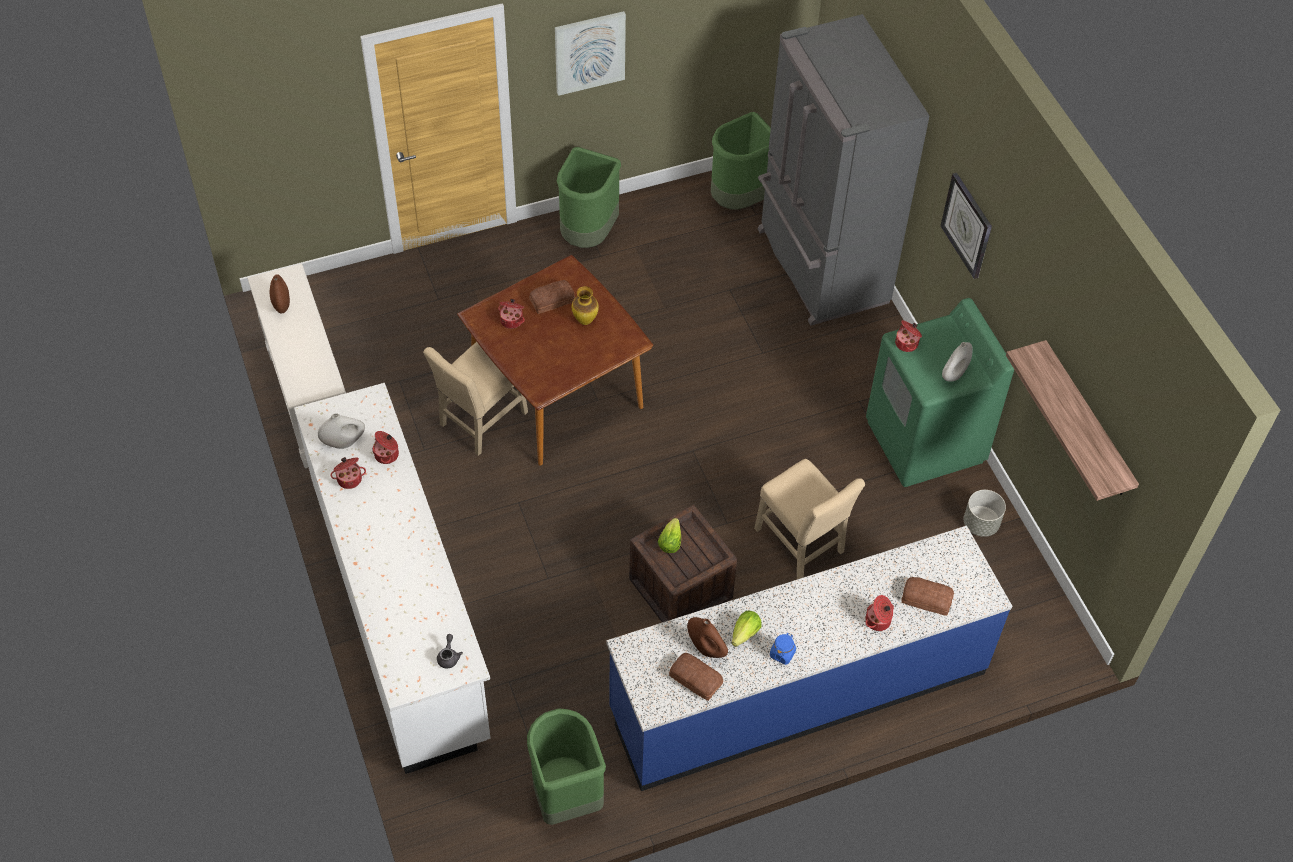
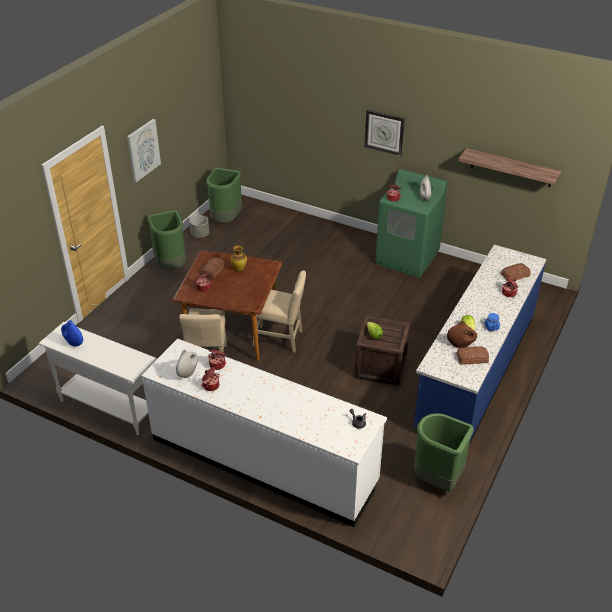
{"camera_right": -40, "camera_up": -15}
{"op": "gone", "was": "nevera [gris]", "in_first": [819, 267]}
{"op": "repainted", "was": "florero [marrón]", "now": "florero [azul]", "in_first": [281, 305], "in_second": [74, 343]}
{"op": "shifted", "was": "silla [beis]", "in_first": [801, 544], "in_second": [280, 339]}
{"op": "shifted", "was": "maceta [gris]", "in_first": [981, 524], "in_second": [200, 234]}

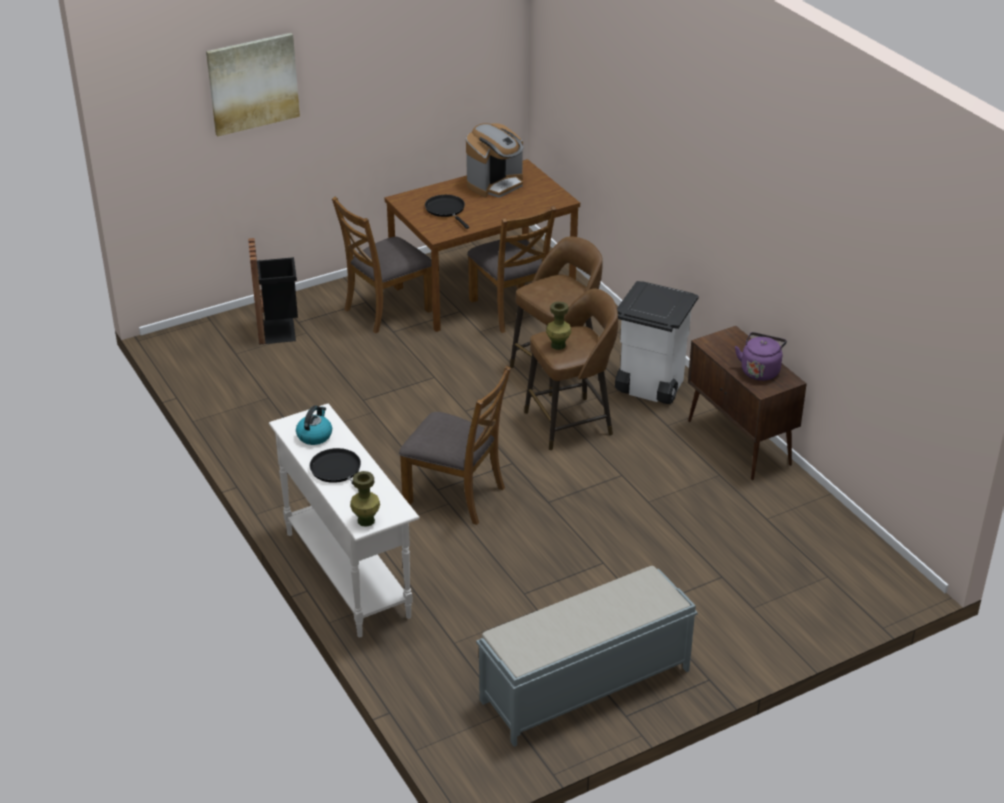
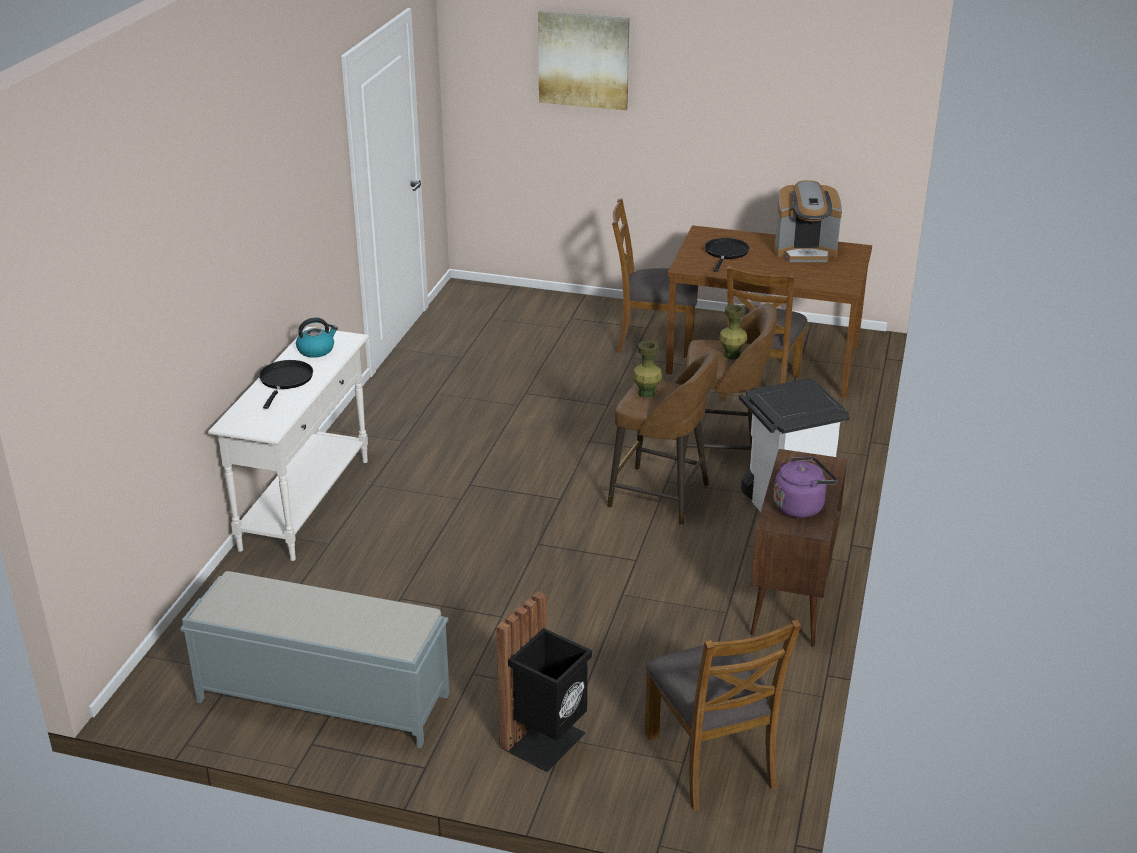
{"camera_right": 45, "camera_up": -5}
{"op": "shifted", "was": "papelera [negro]", "in_first": [278, 330], "in_second": [546, 741]}
{"op": "shifted", "was": "silla [marrón]", "in_first": [456, 495], "in_second": [712, 760]}
{"op": "shifted", "was": "florero [verde]", "in_first": [366, 520], "in_second": [732, 355]}

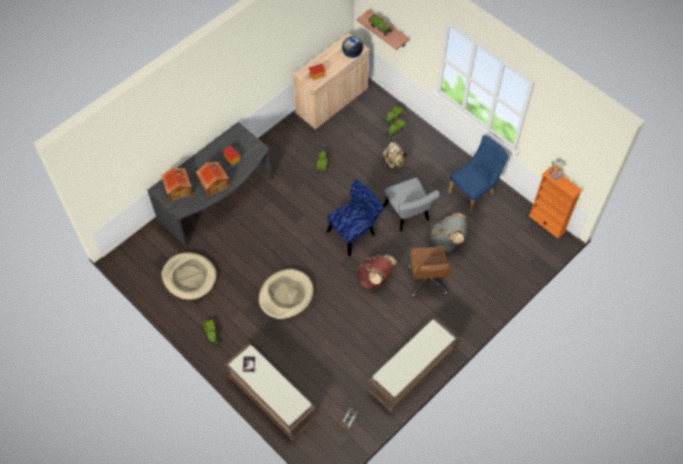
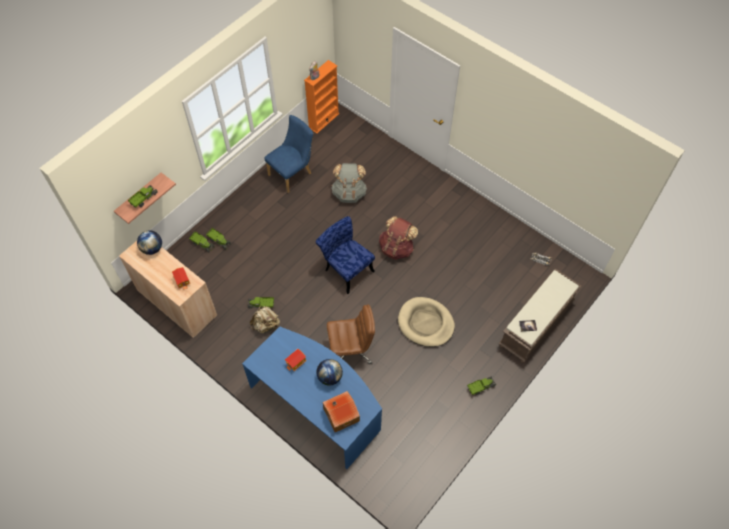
{"camera_right": -95, "camera_up": 0}
{"op": "repainted", "was": "escritorio [gris]", "now": "escritorio [azul]", "in_first": [217, 201], "in_second": [317, 405]}
{"op": "rotated", "was": "silla [azul]", "in_first": [474, 192], "in_second": [293, 173], "clockwise": 90}
{"op": "shifted", "was": "mochila [beis]", "in_first": [393, 163], "in_second": [266, 325]}
{"op": "swapped", "was": "casita", "now": "globo terráqueo", "in_first": [214, 182], "in_second": [329, 377]}
{"op": "gone", "was": "silla [gris]", "in_first": [408, 216]}
{"op": "shifted", "was": "silla de oficina [marrón]", "in_first": [427, 281], "in_second": [351, 349]}
{"op": "gone", "was": "cama para perro [beis]", "in_first": [189, 277]}
{"op": "gone", "was": "banco [marrón]", "in_first": [411, 373]}

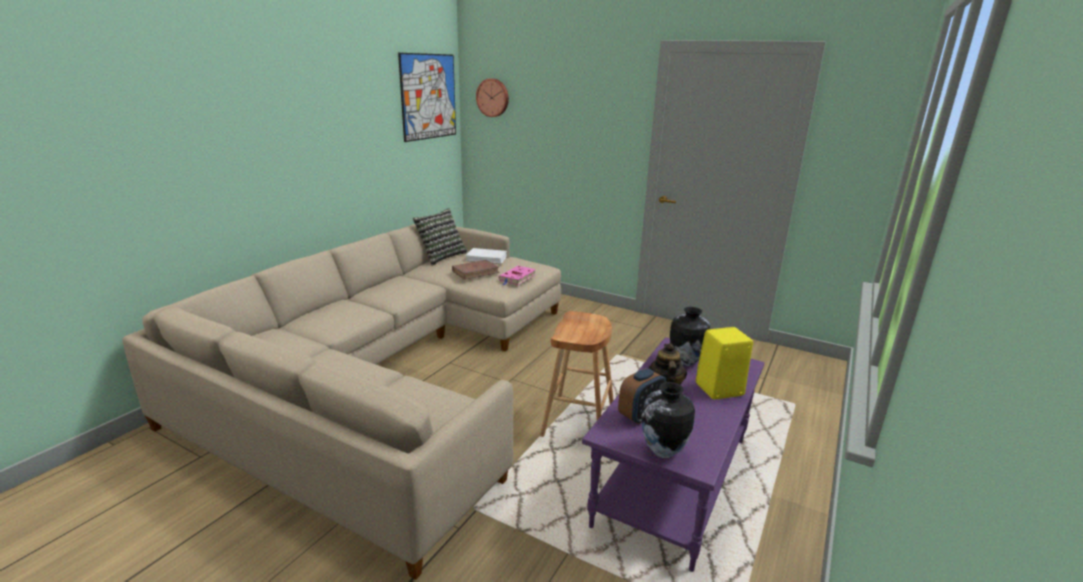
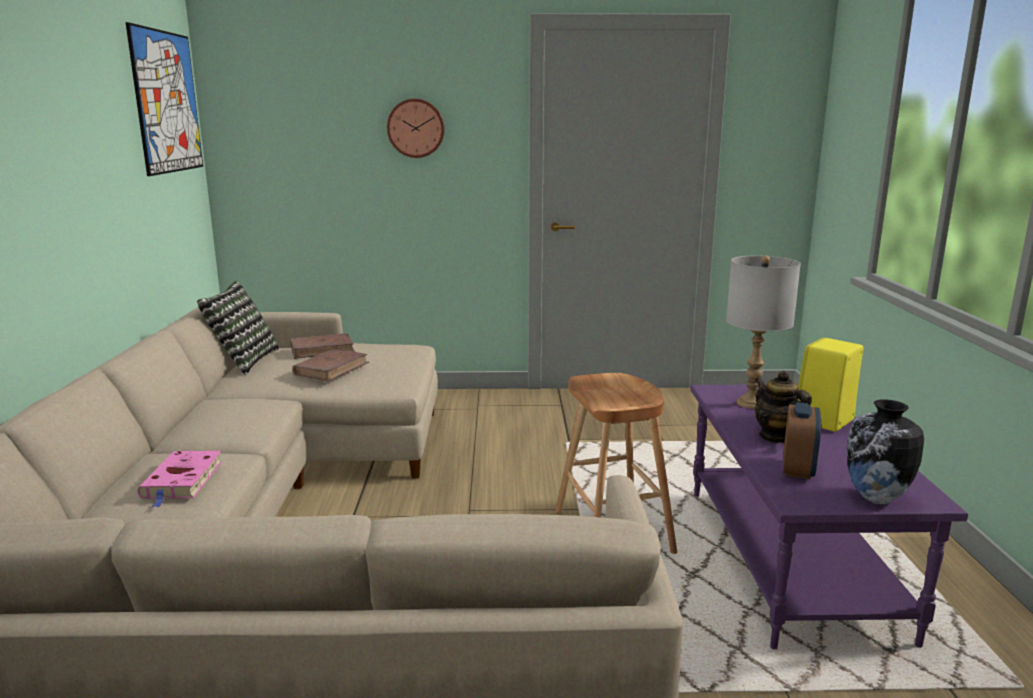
{"camera_right": -30, "camera_up": -5}
{"op": "shifted", "was": "reloj de pared", "in_first": [493, 97], "in_second": [416, 128]}
{"op": "repainted", "was": "libro [blanco]", "now": "libro [marrón]", "in_first": [486, 258], "in_second": [322, 349]}
{"op": "shifted", "was": "libro [rosa]", "in_first": [517, 278], "in_second": [182, 481]}
{"op": "swapped", "was": "florero", "now": "lámpara de mesa [gris]", "in_first": [685, 361], "in_second": [750, 403]}

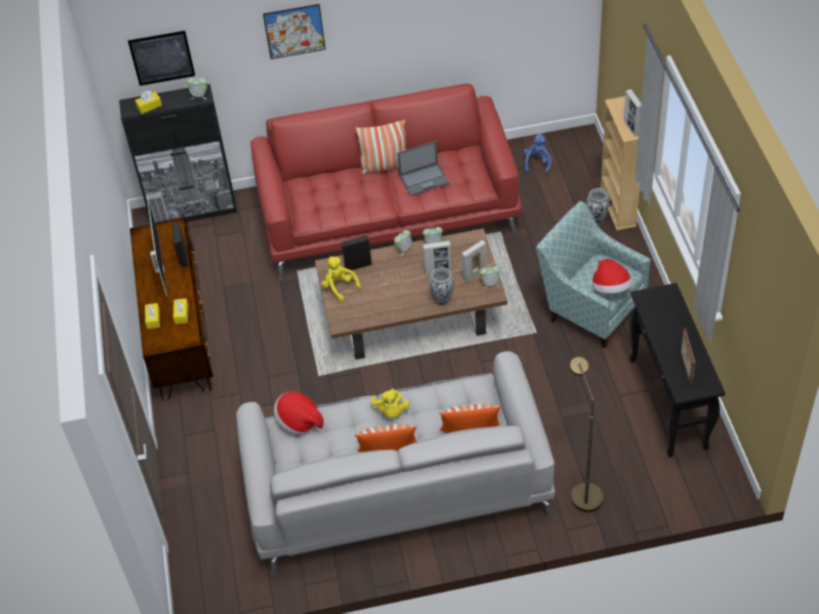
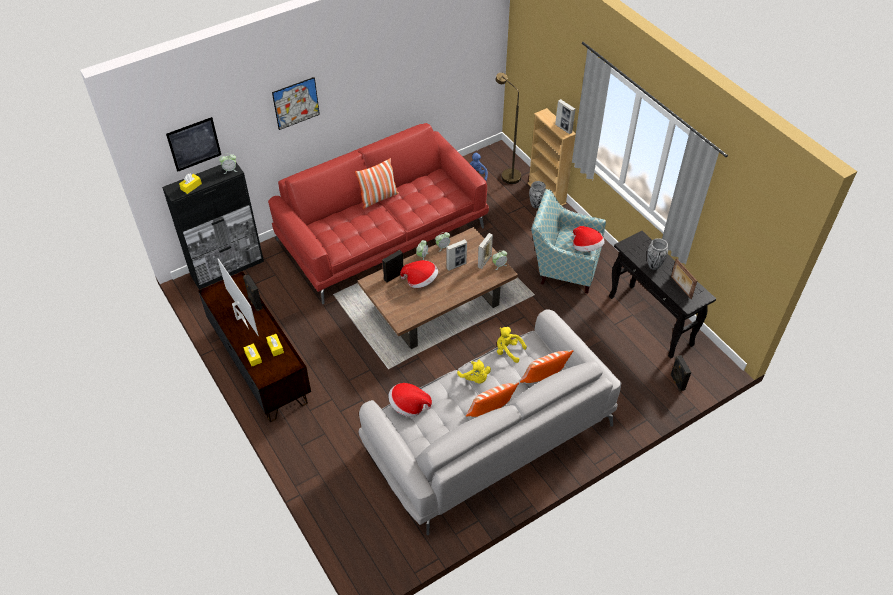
{"camera_right": -25, "camera_up": 0}
{"op": "gone", "was": "portátil", "in_first": [424, 179]}
{"op": "shifted", "was": "peluche [amarillo]", "in_first": [339, 287], "in_second": [508, 351]}
{"op": "shifted", "was": "florero", "in_first": [442, 299], "in_second": [653, 265]}
{"op": "shifted", "was": "lámpara de pie [marrón]", "in_first": [583, 491], "in_second": [507, 174]}
{"op": "new", "now": "sombrero", "in_second": [420, 281]}
{"op": "new", "now": "altavoz [negro]", "in_second": [676, 382]}

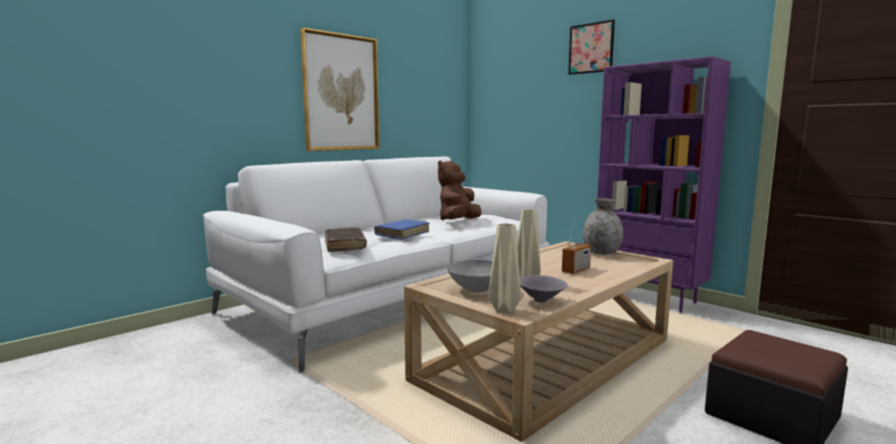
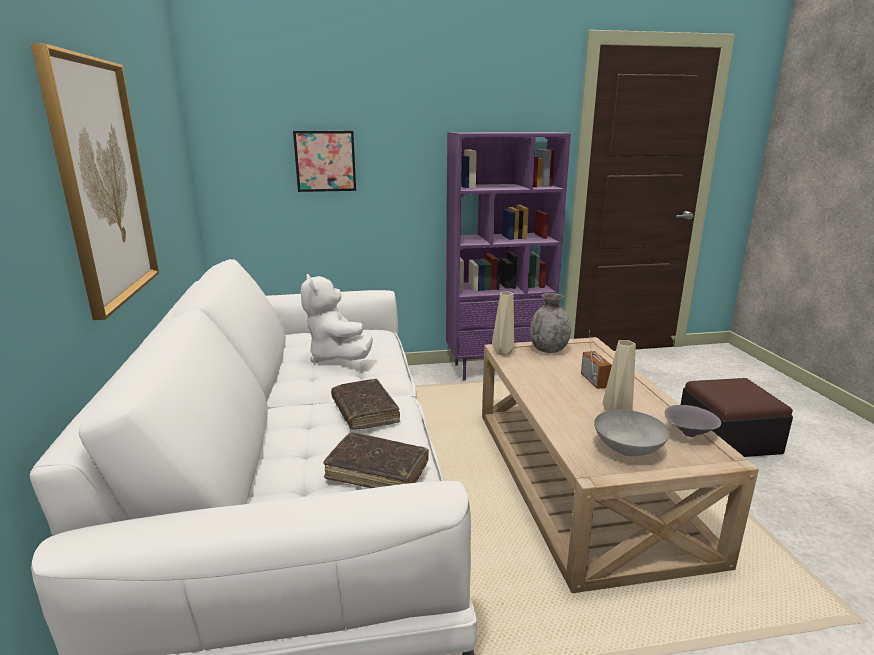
{"camera_right": -55, "camera_up": 10}
{"op": "shifted", "was": "cuadro", "in_first": [591, 48], "in_second": [325, 161]}
{"op": "repainted", "was": "peluche [marrón]", "now": "peluche [blanco]", "in_first": [458, 221], "in_second": [337, 357]}
{"op": "repainted", "was": "libro [azul]", "now": "libro [marrón]", "in_first": [402, 235], "in_second": [364, 411]}
{"op": "shifted", "was": "florero [beis]", "in_first": [503, 309], "in_second": [502, 353]}

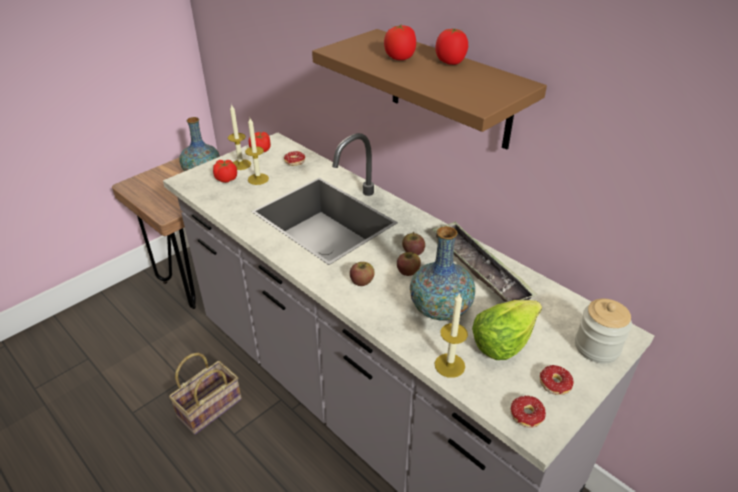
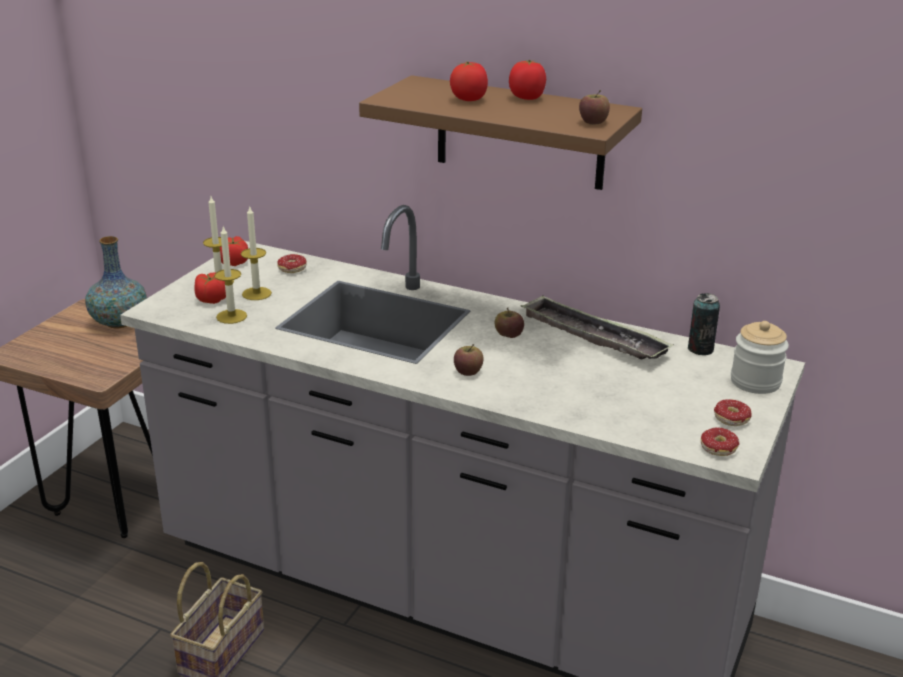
{"camera_right": -20, "camera_up": -10}
{"op": "gone", "was": "florero", "in_first": [440, 309]}
{"op": "shifted", "was": "manzana", "in_first": [408, 271], "in_second": [593, 122]}
{"op": "shifted", "was": "vela", "in_first": [449, 365], "in_second": [231, 316]}
{"op": "gone", "was": "lechuga", "in_first": [503, 340]}
{"op": "new", "now": "lata", "in_second": [700, 349]}

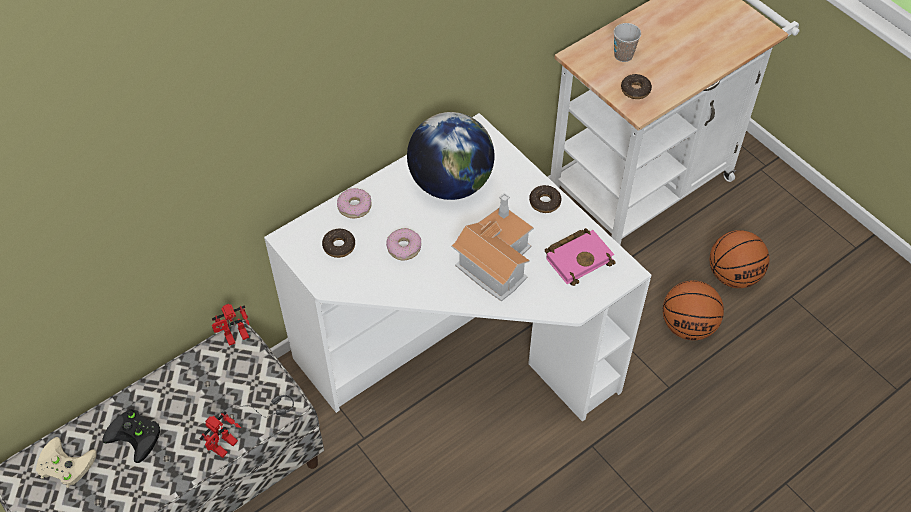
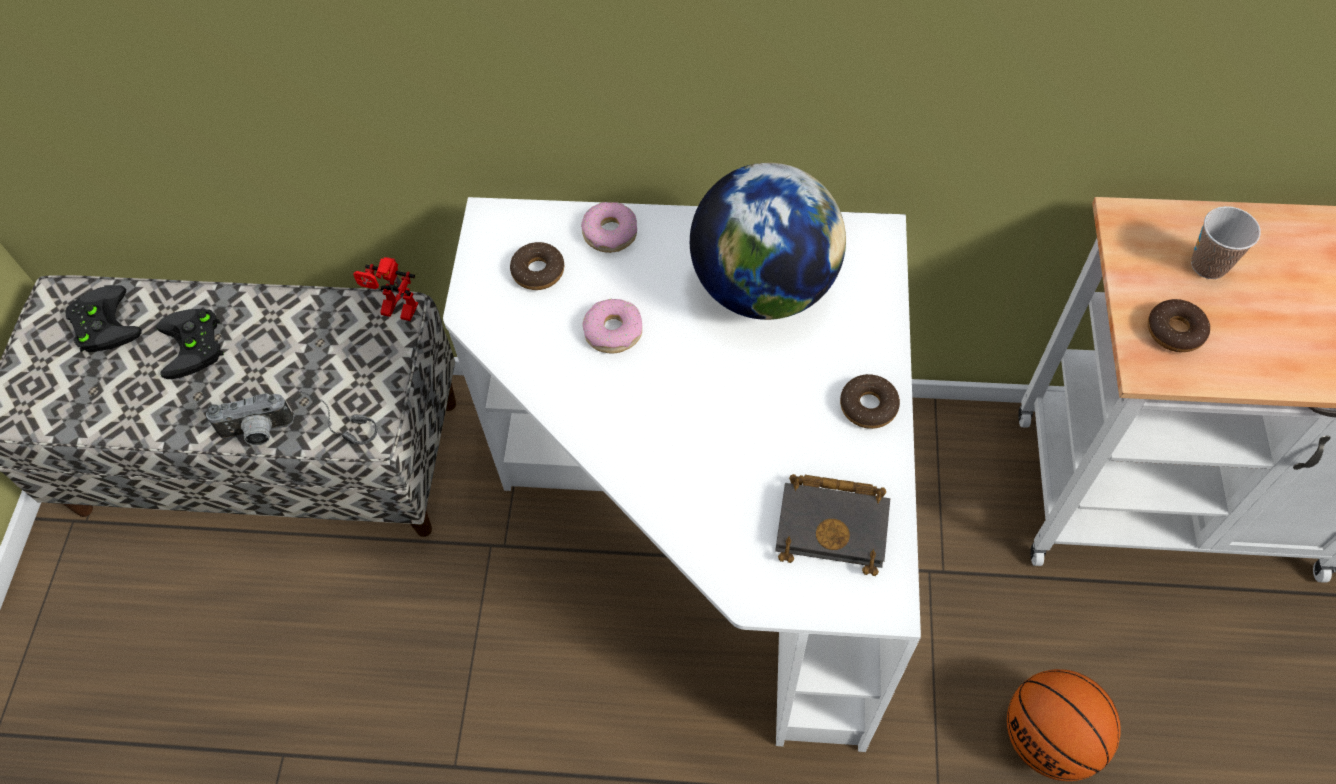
{"camera_right": 45, "camera_up": 5}
{"op": "gone", "was": "casita", "in_first": [495, 260]}
{"op": "repainted", "was": "libro [rosa]", "now": "libro [negro]", "in_first": [579, 257], "in_second": [835, 525]}
{"op": "gone", "was": "balón de baloncesto", "in_first": [733, 275]}
{"op": "swapped", "was": "robot de juguete", "now": "cámara", "in_first": [225, 448], "in_second": [257, 433]}
{"op": "repainted", "was": "mando de consola [beis]", "now": "mando de consola [negro]", "in_first": [63, 465], "in_second": [101, 323]}

